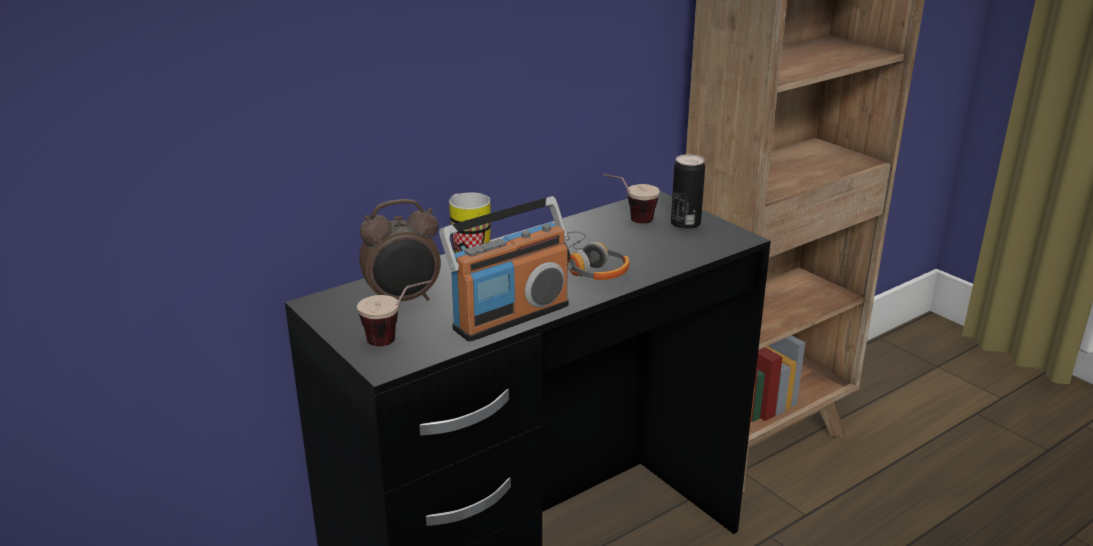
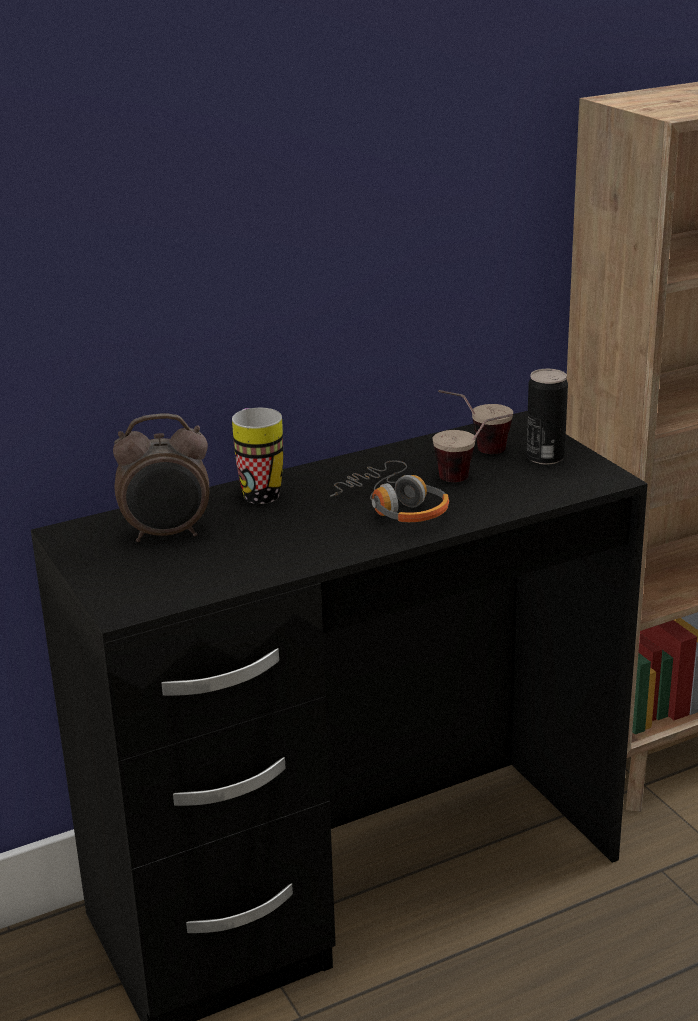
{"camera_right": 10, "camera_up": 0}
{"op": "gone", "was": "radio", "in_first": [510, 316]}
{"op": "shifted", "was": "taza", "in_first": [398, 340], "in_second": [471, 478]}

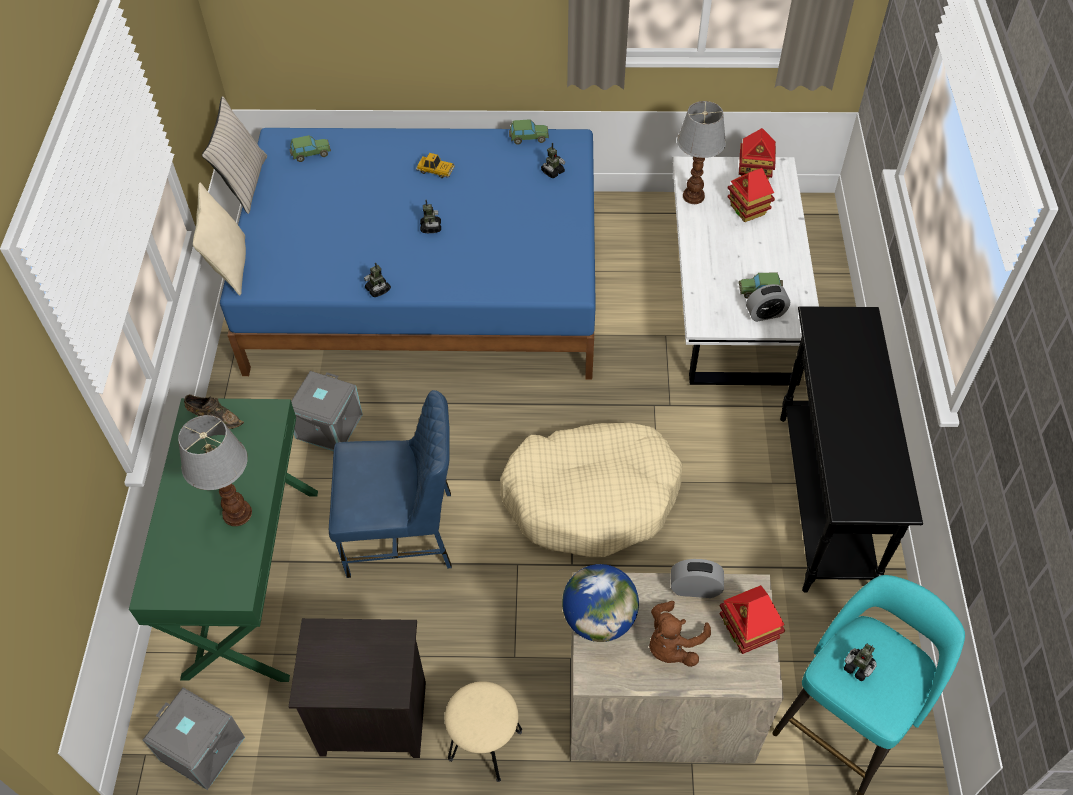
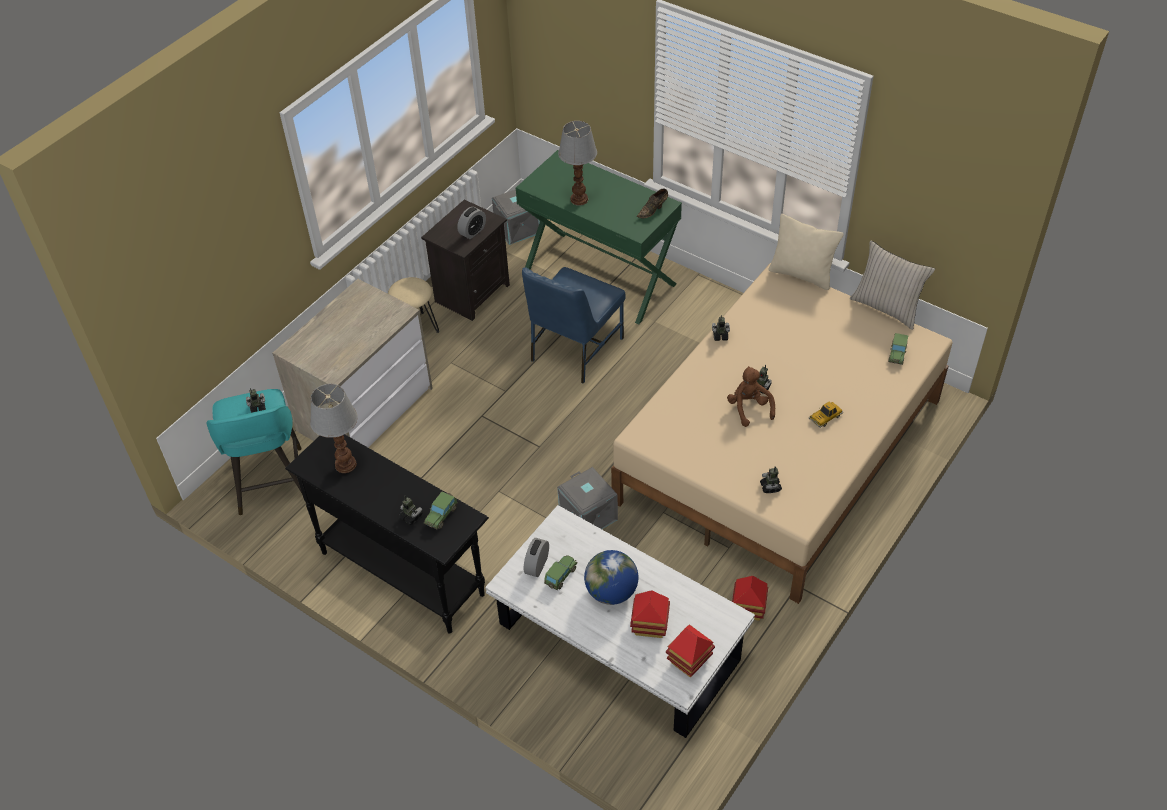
{"camera_right": 125, "camera_up": -5}
{"op": "shifted", "was": "lámpara de mesa", "in_first": [694, 196], "in_second": [345, 465]}
{"op": "shifted", "was": "coche de juguete", "in_first": [528, 138], "in_second": [441, 515]}
{"op": "repainted", "was": "cama [azul]", "now": "cama [beis]", "in_first": [426, 284], "in_second": [780, 451]}
{"op": "shifted", "was": "caja de almacenaje [gris]", "in_first": [330, 427], "in_second": [587, 516]}
{"op": "gone", "was": "cama para perro [beis]", "in_first": [592, 497]}
{"op": "shifted", "was": "despertador", "in_first": [695, 588], "in_second": [472, 232]}
{"op": "shifted", "was": "globo terráqueo", "in_first": [599, 619], "in_second": [611, 592]}
{"op": "shifted", "was": "casita", "in_first": [747, 632], "in_second": [748, 609]}
{"op": "shifted", "was": "peluche [marrón]", "in_first": [672, 645], "in_second": [749, 408]}
{"op": "new", "now": "robot de juguete", "in_second": [411, 517]}

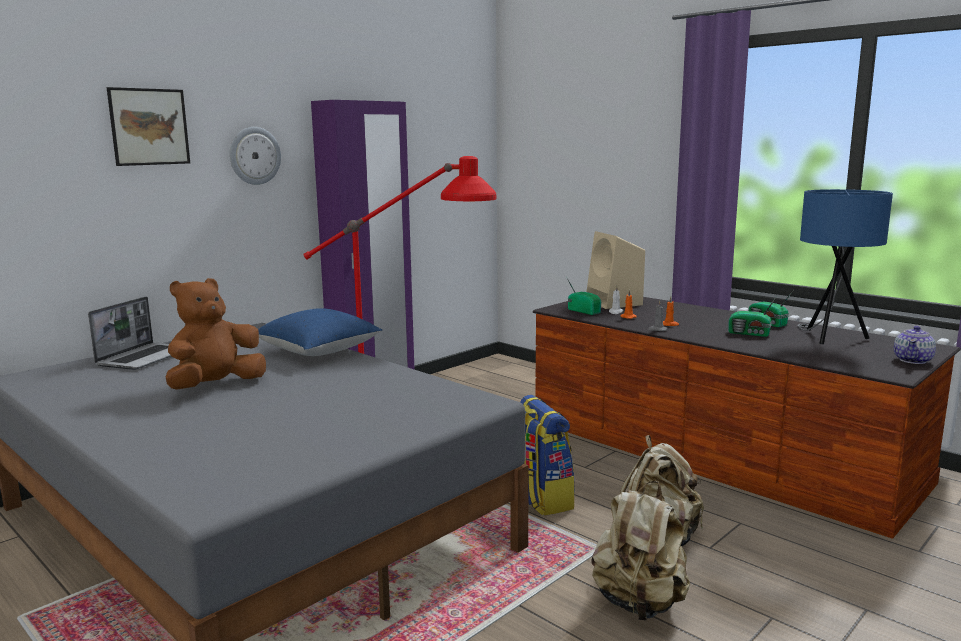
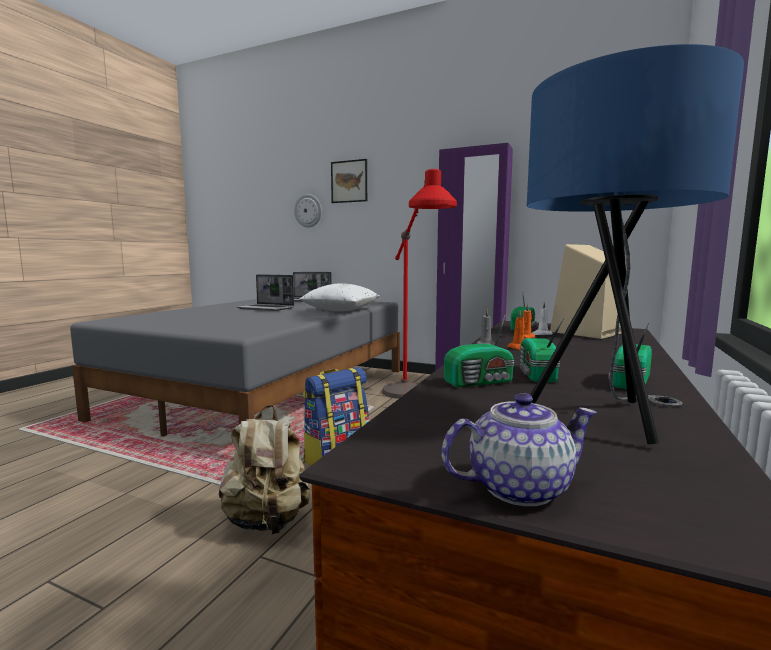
{"camera_right": 70, "camera_up": -5}
{"op": "shifted", "was": "reloj de pared", "in_first": [254, 155], "in_second": [308, 211]}
{"op": "swapped", "was": "peluche [marrón]", "now": "portátil", "in_first": [216, 386], "in_second": [267, 308]}
{"op": "repainted", "was": "cojín [azul]", "now": "cojín [blanco]", "in_first": [318, 351], "in_second": [341, 310]}
{"op": "rotated", "was": "tetera", "in_first": [913, 360], "in_second": [517, 487], "clockwise": 150}
{"op": "gone", "was": "mochila [beis]", "in_first": [639, 603]}
{"op": "new", "now": "radio", "in_second": [481, 382]}

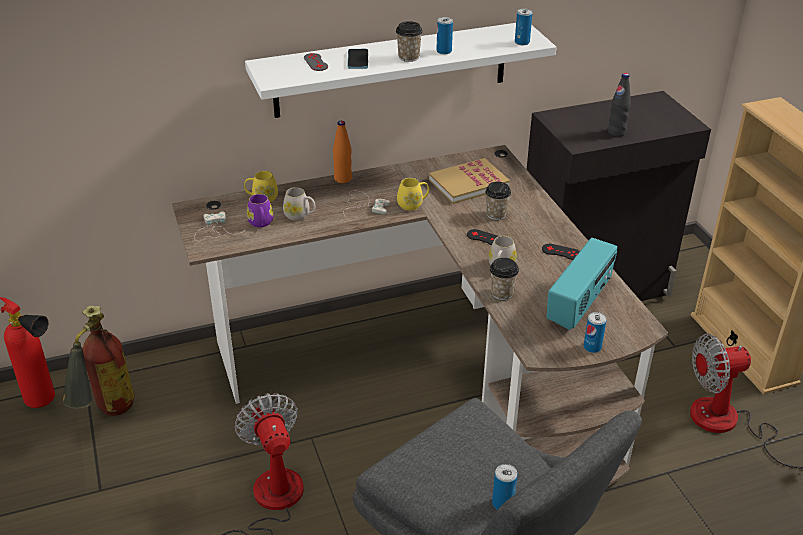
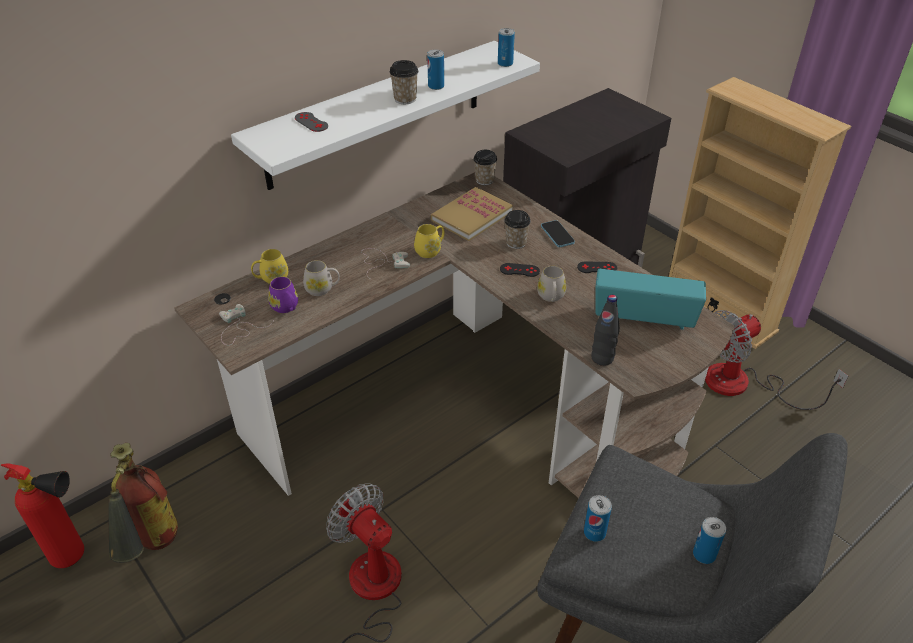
{"camera_right": -20, "camera_up": 5}
{"op": "shifted", "was": "móvil", "in_first": [358, 60], "in_second": [557, 235]}
{"op": "shifted", "was": "botella [negro]", "in_first": [616, 132], "in_second": [602, 358]}
{"op": "gone", "was": "botella [naranja]", "in_first": [343, 179]}
{"op": "rotated", "was": "radio", "in_first": [579, 304], "in_second": [643, 317], "clockwise": -90}
{"op": "shifted", "was": "taza", "in_first": [502, 293], "in_second": [484, 180]}
{"op": "shifted", "was": "lata", "in_first": [592, 347], "in_second": [594, 532]}

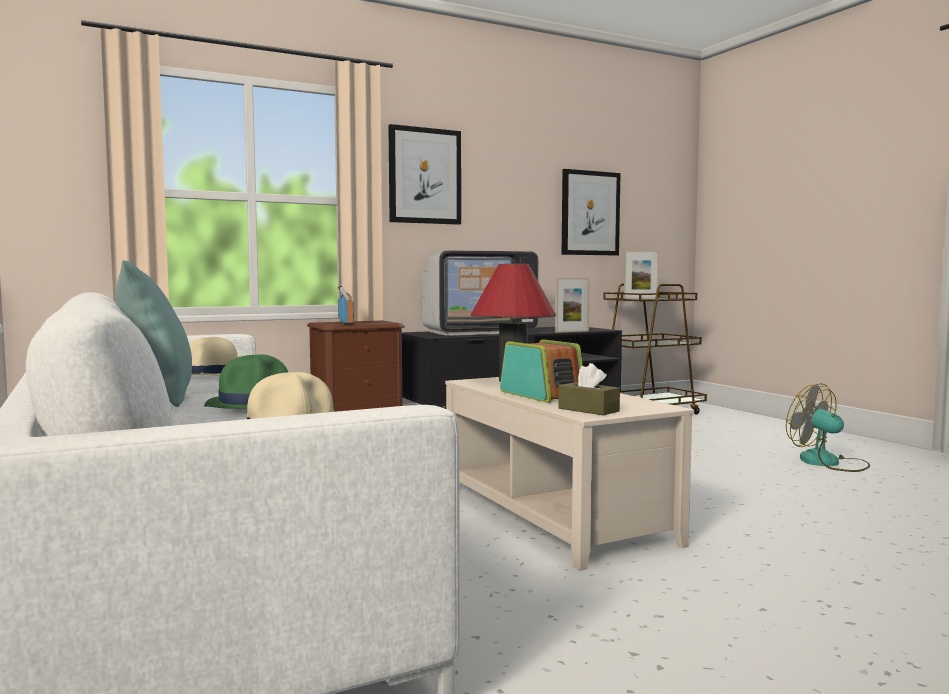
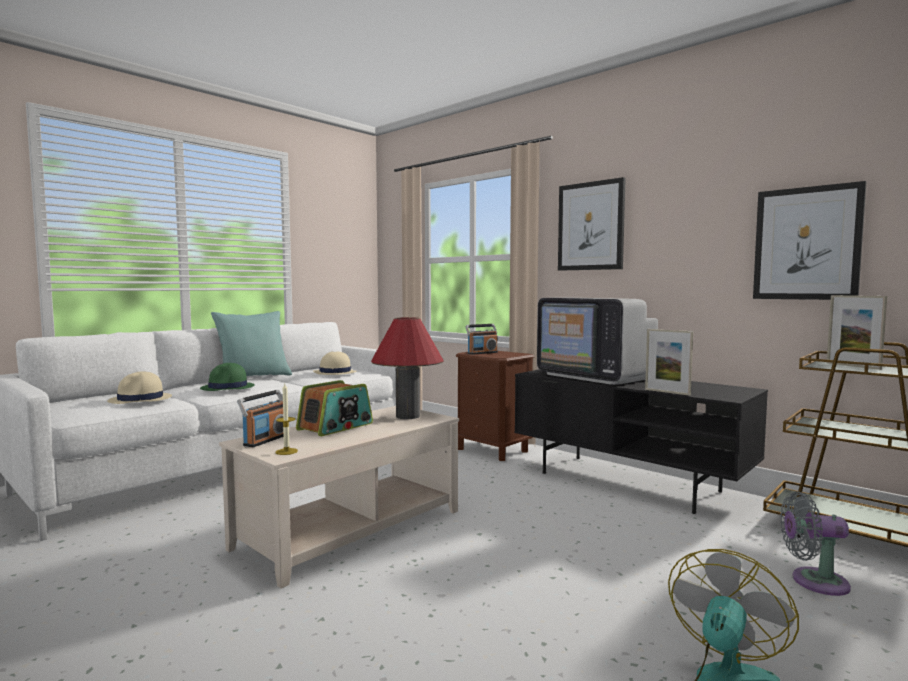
{"camera_right": 70, "camera_up": 0}
{"op": "swapped", "was": "caja de pañuelos [marrón]", "now": "radio", "in_first": [588, 410], "in_second": [266, 440]}
{"op": "new", "now": "vela", "in_second": [286, 451]}
{"op": "new", "now": "ventilador [gris]", "in_second": [813, 581]}

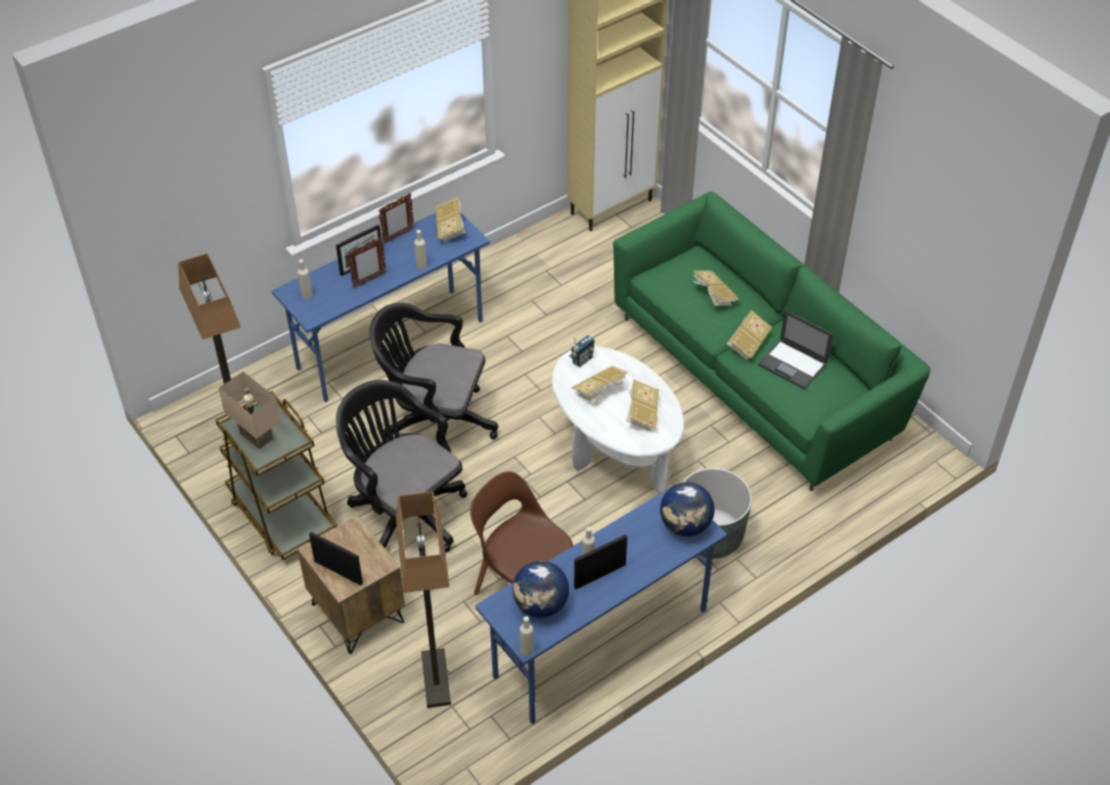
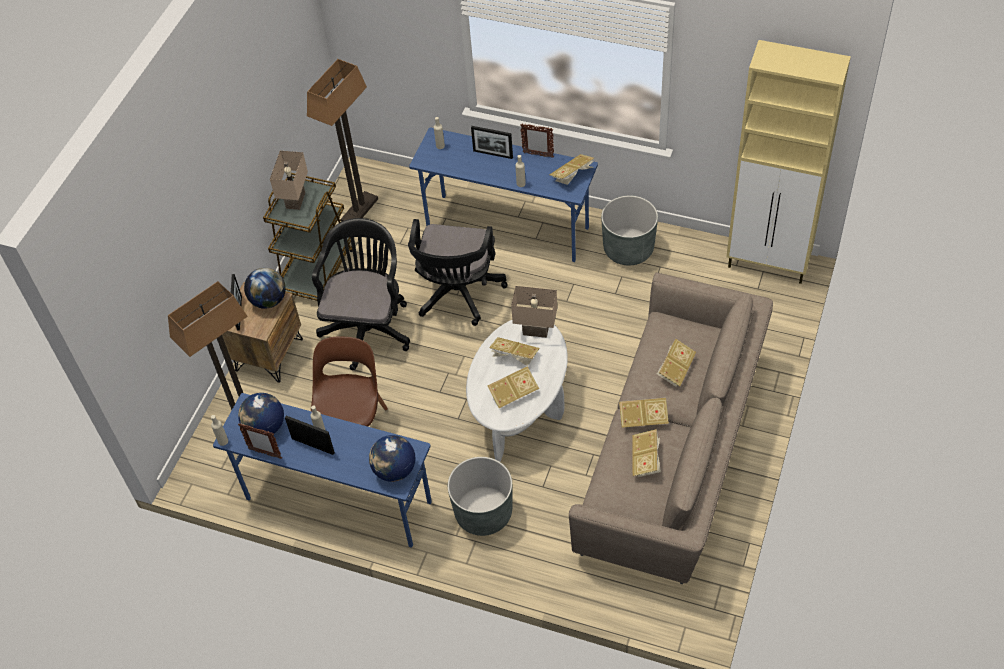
{"camera_right": 60, "camera_up": 5}
{"op": "repainted", "was": "sofá [verde]", "now": "sofá [beis]", "in_first": [757, 374], "in_second": [672, 455]}
{"op": "shifted", "was": "portarretratos", "in_first": [369, 280], "in_second": [265, 453]}
{"op": "rotated", "was": "silla de oficina [negro]", "in_first": [435, 423], "in_second": [457, 295], "clockwise": -150}
{"op": "swapped", "was": "portátil", "now": "libro", "in_first": [793, 365], "in_second": [646, 460]}
{"op": "swapped", "was": "radio", "now": "lámpara de mesa [beis]", "in_first": [582, 360], "in_second": [536, 329]}
{"op": "new", "now": "maceta [gris]", "in_second": [628, 249]}
{"op": "new", "now": "globo terráqueo", "in_second": [268, 300]}

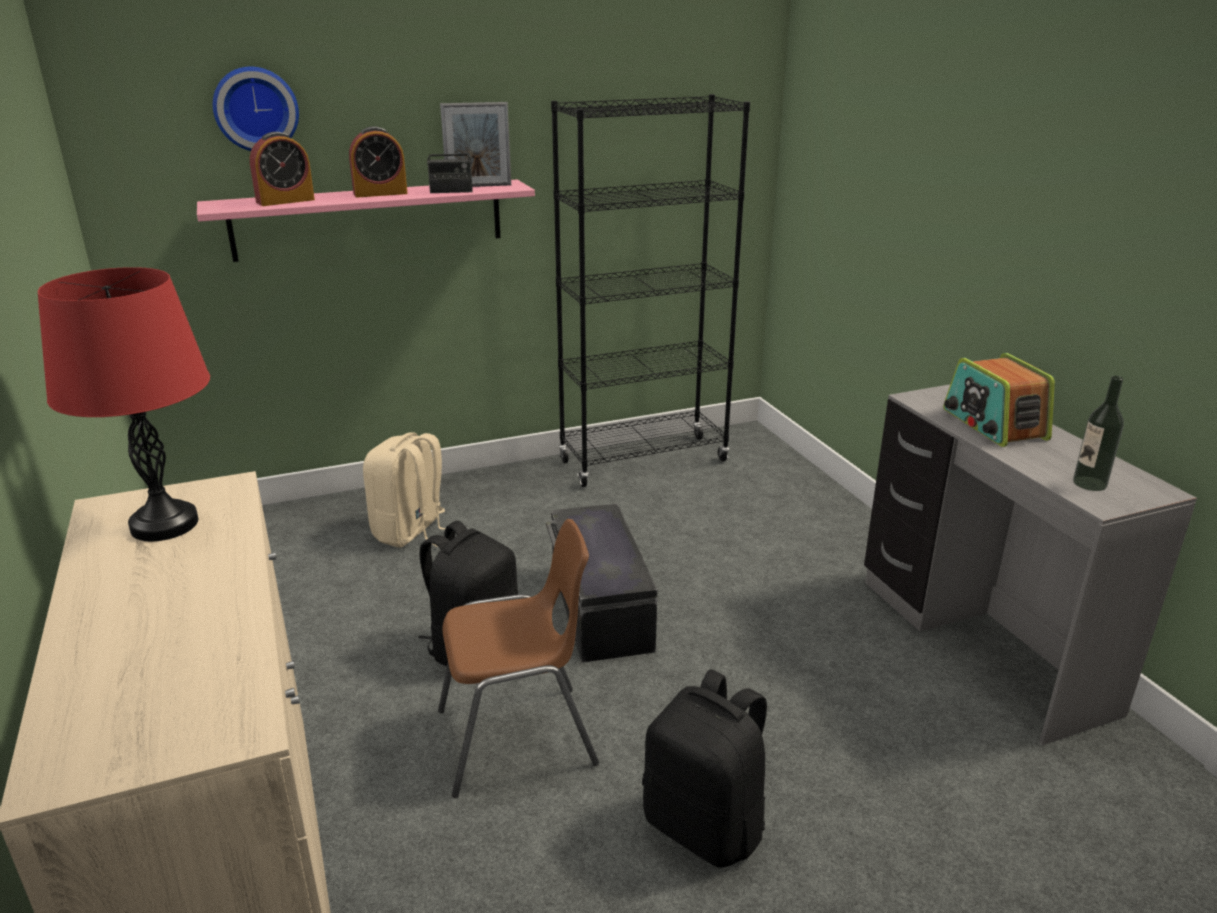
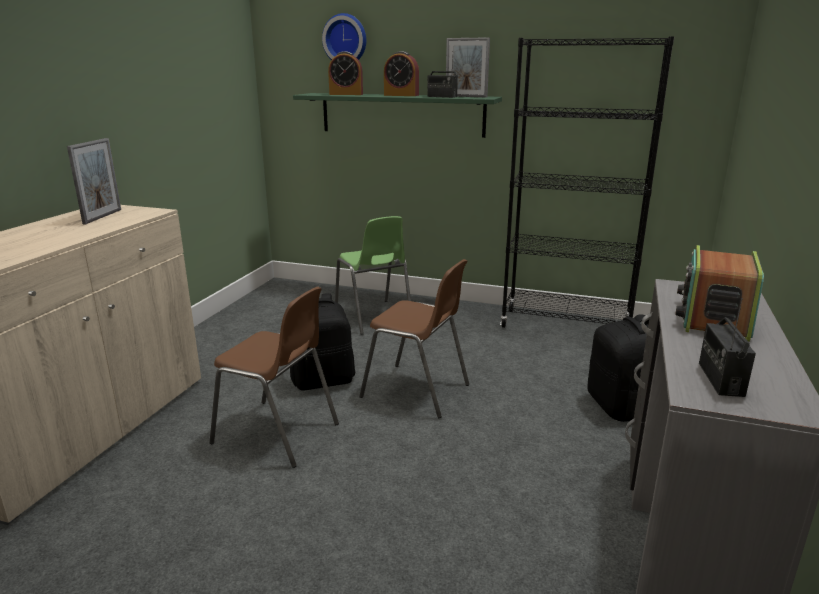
{"camera_right": 40, "camera_up": -5}
{"op": "repainted", "was": "estante [rosa]", "now": "estante [verde]", "in_first": [369, 219], "in_second": [401, 114]}
{"op": "swapped", "was": "lámpara de mesa [rojo]", "now": "portarretratos", "in_first": [164, 525], "in_second": [102, 216]}
{"op": "swapped", "was": "botella", "now": "radio", "in_first": [1089, 483], "in_second": [720, 379]}
{"op": "swapped", "was": "mochila [beis]", "now": "silla [verde]", "in_first": [411, 532], "in_second": [373, 317]}
{"op": "swapped", "was": "caja de almacenaje [negro]", "now": "silla [marrón]", "in_first": [598, 607], "in_second": [416, 391]}
{"op": "shifted", "was": "mochila [negro]", "in_first": [706, 826], "in_second": [620, 407]}

